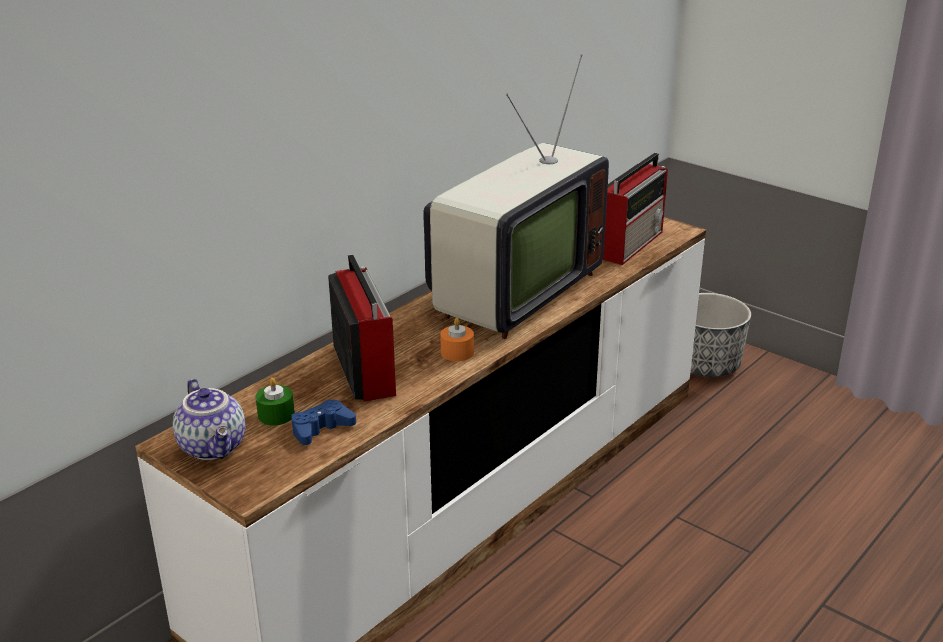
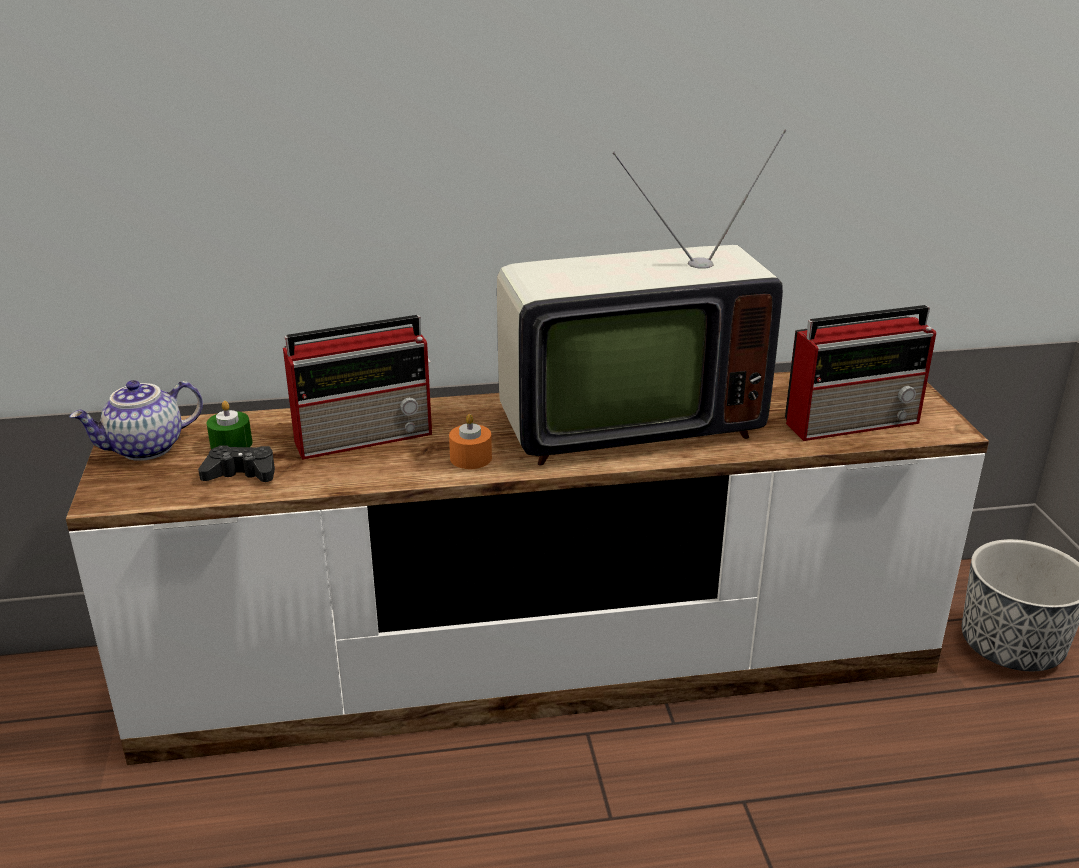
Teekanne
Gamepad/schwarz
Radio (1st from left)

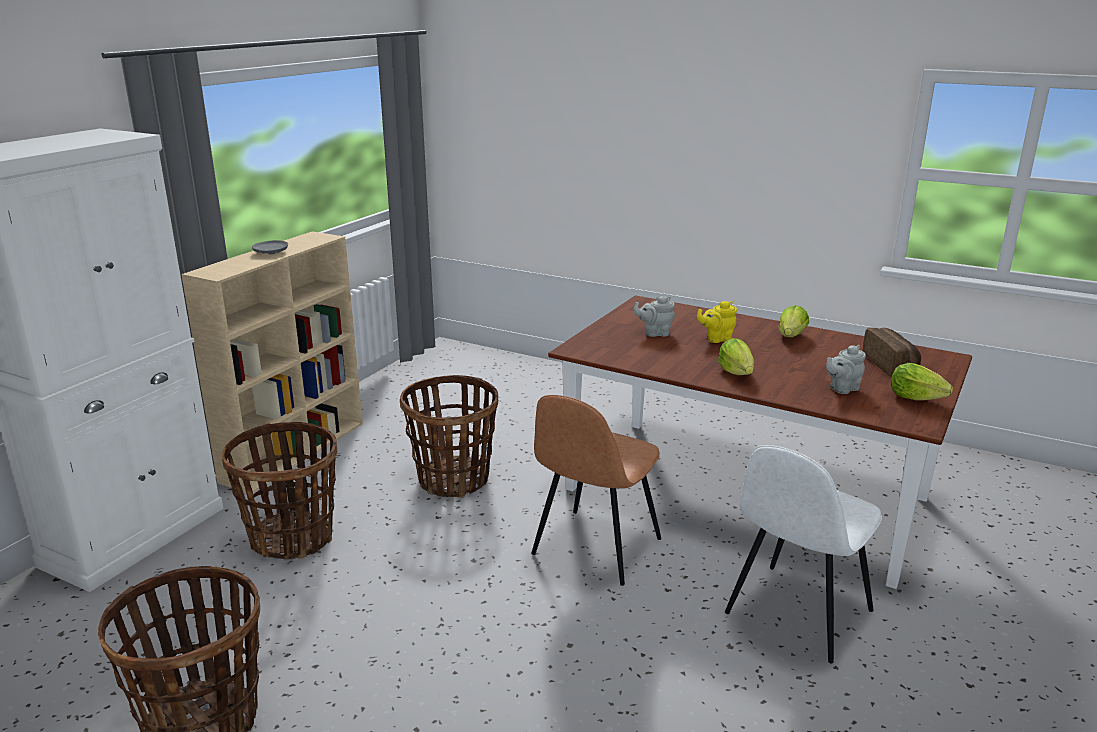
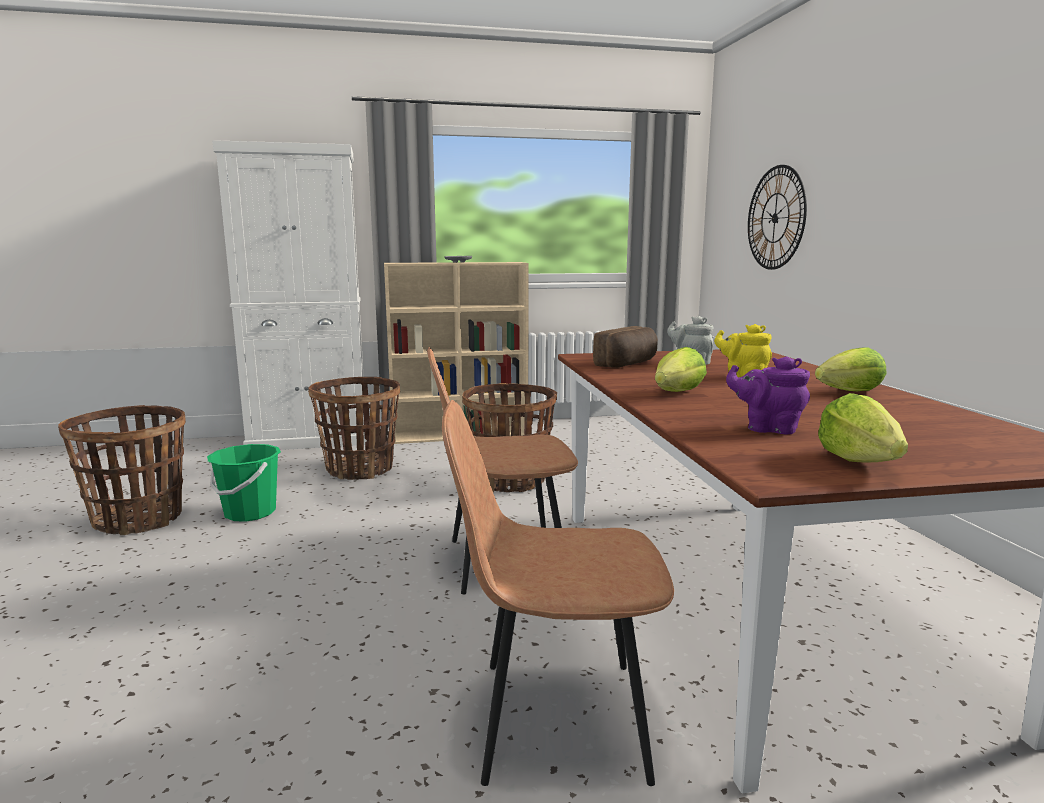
Eimer/grün
Stuhl/braun (2nd from left)
Brot
Teekanne/lila
Wanduhr

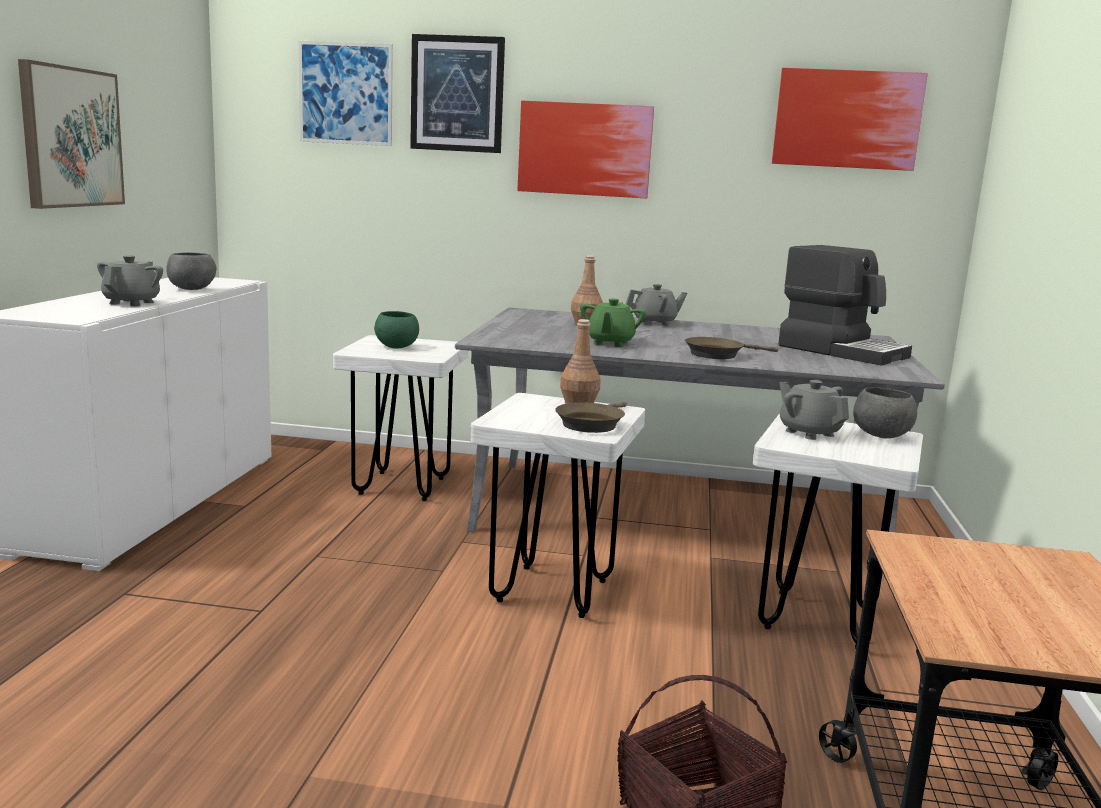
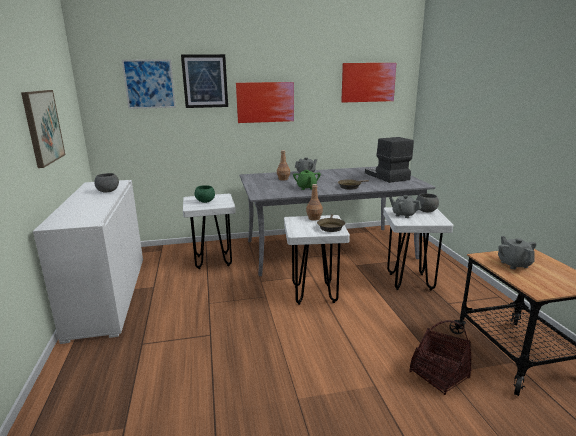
Kaffeemaschine
Teekanne/grau (3rd from left)

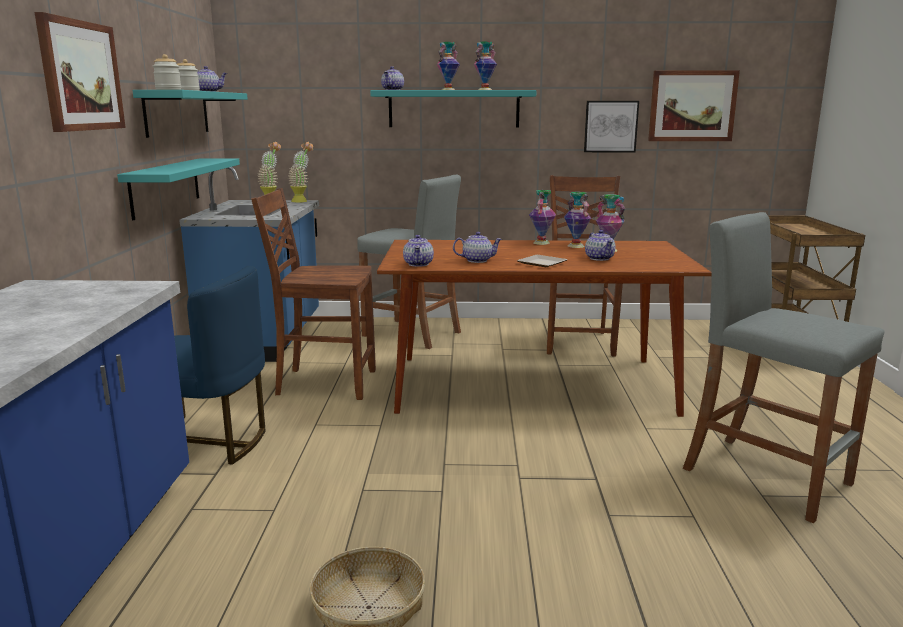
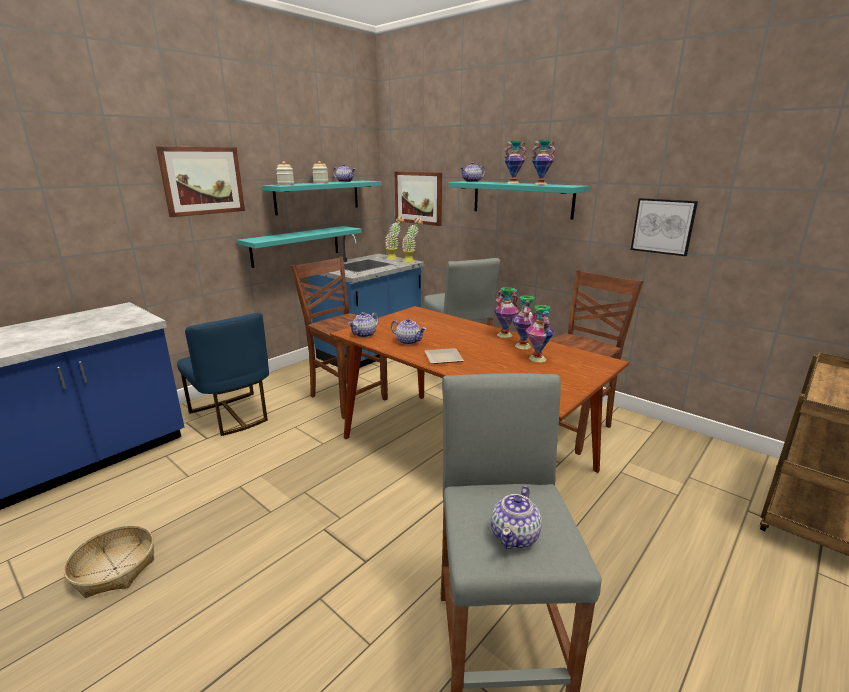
Bild (2nd from left)
Teekanne (5th from left)

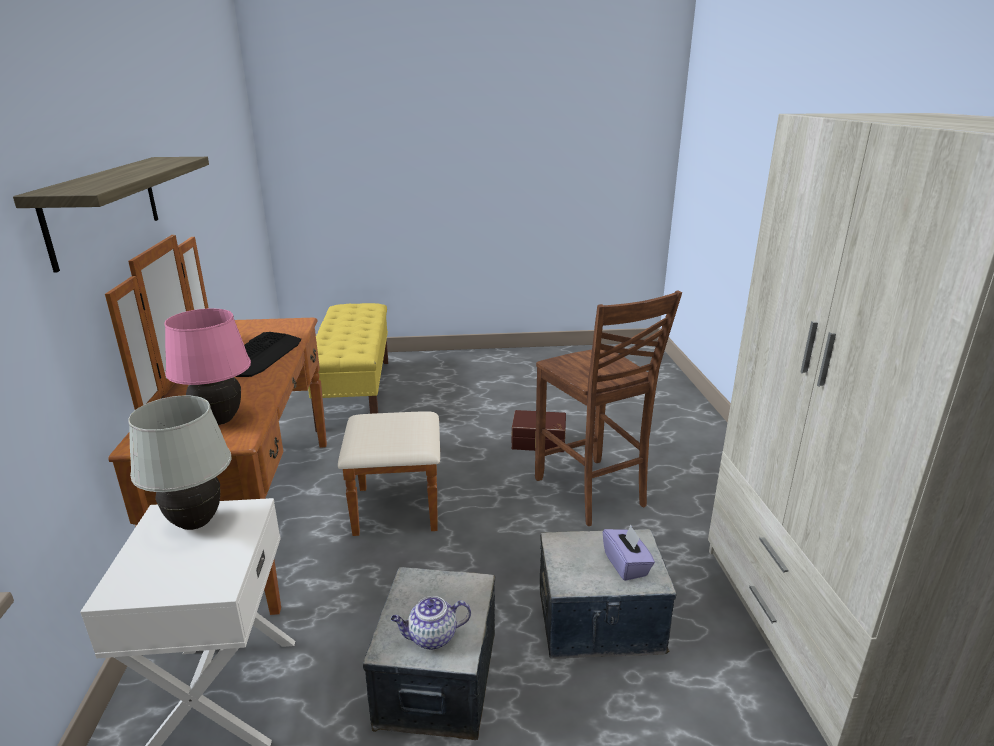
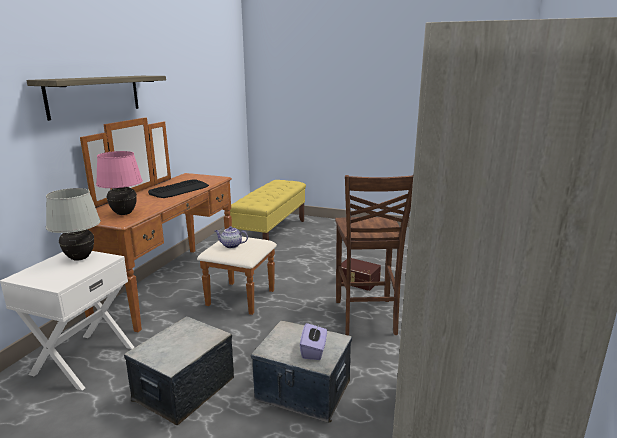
Teekanne

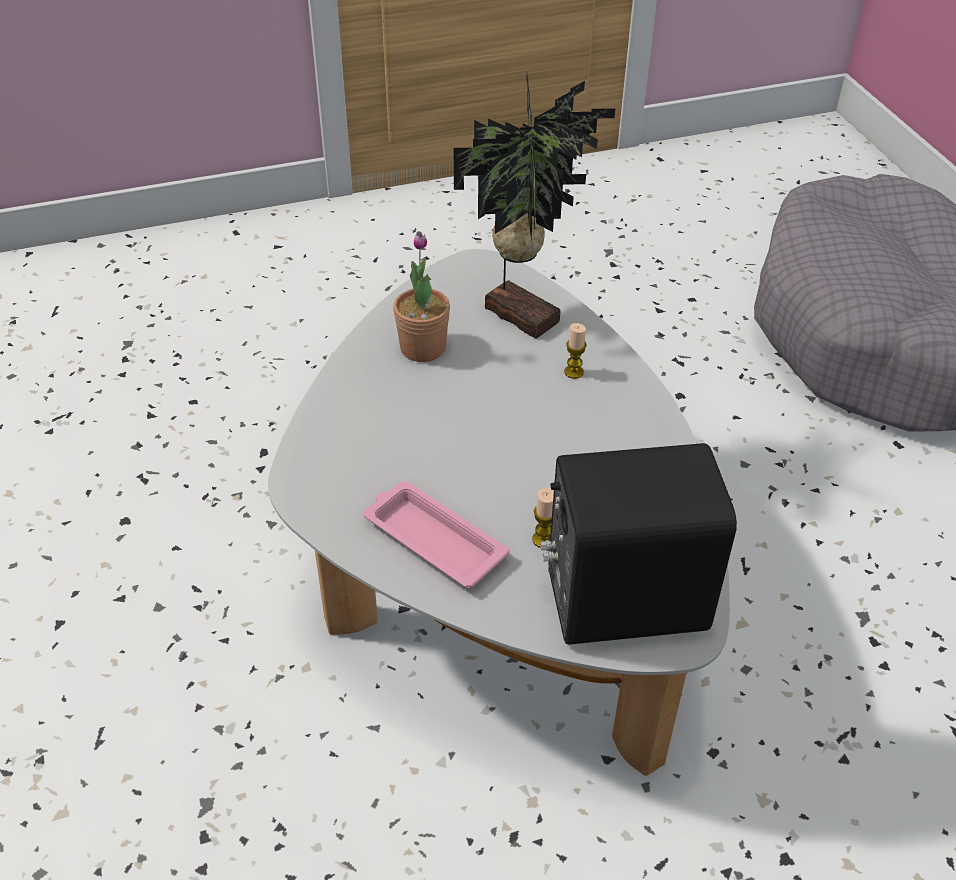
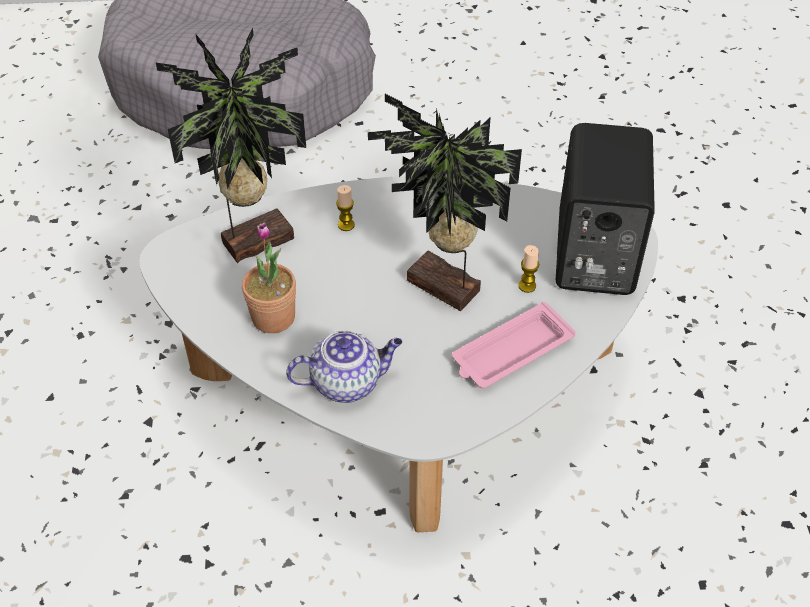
Teekanne
Topfpflanze (3rd from left)

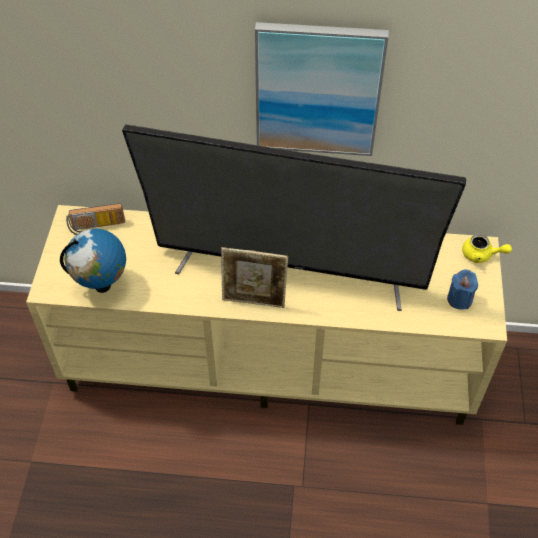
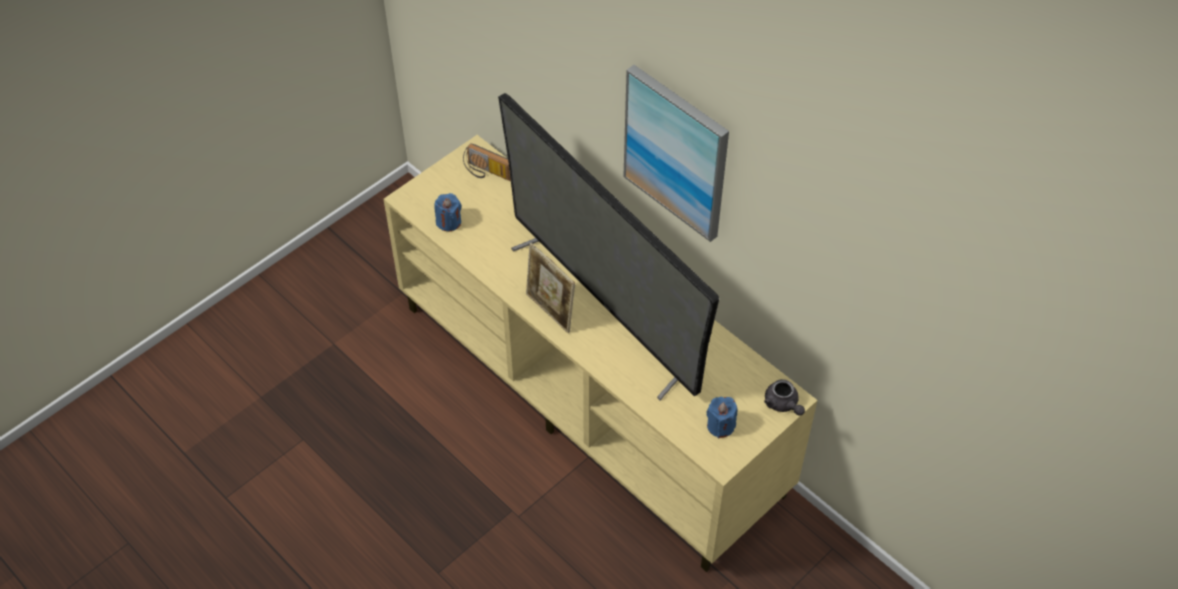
Kerze/blau (1st from left)
Teekanne/grau

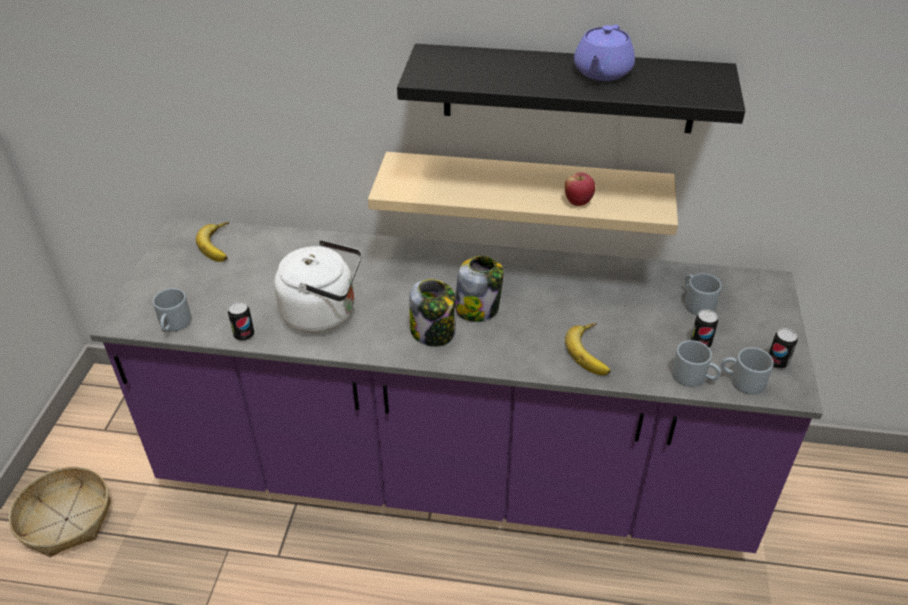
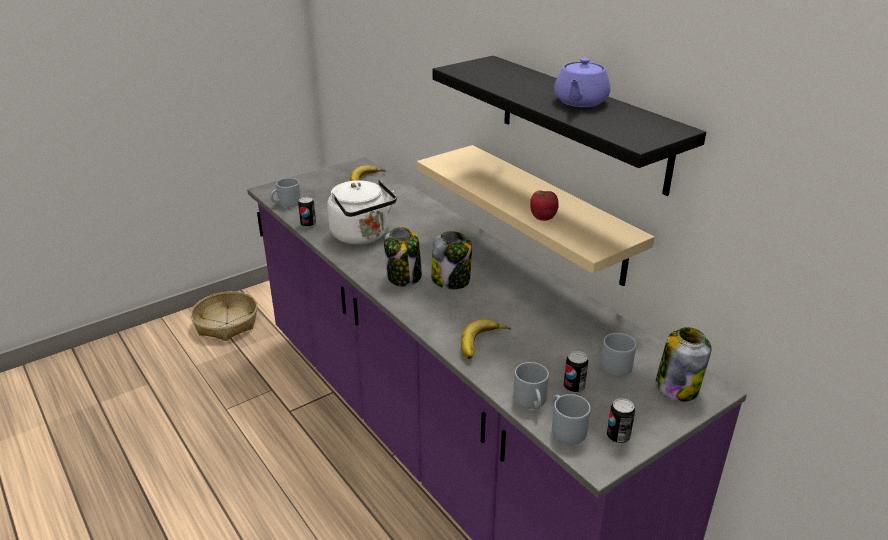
Teekanne/lila
Vorratsglas (3rd from left)

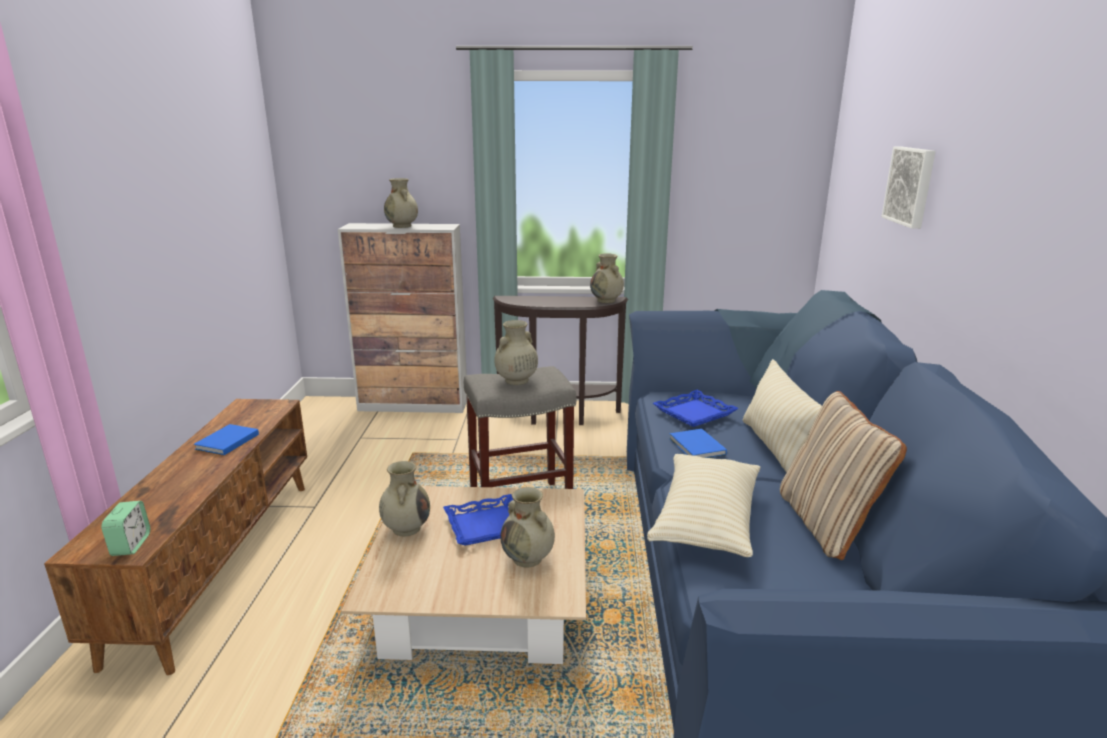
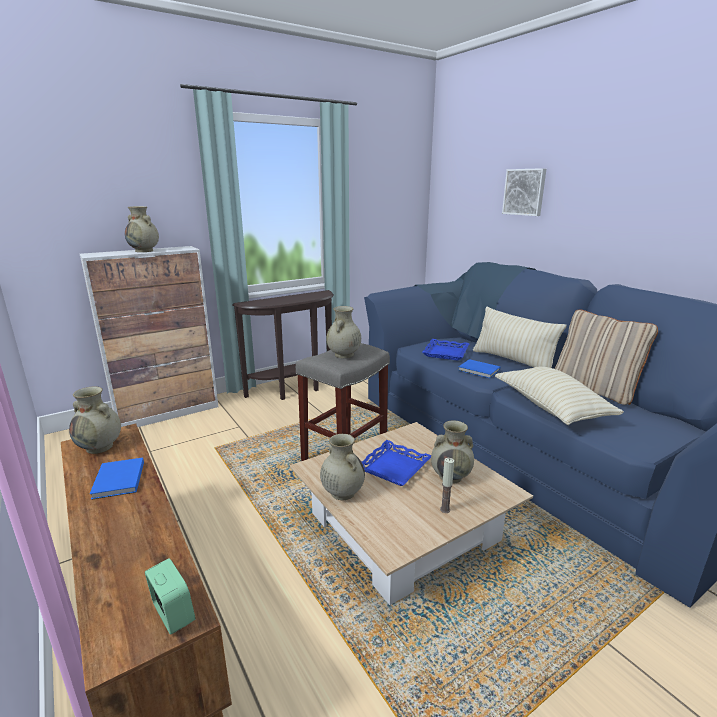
Vase/beige (1st from left)
Kerze

